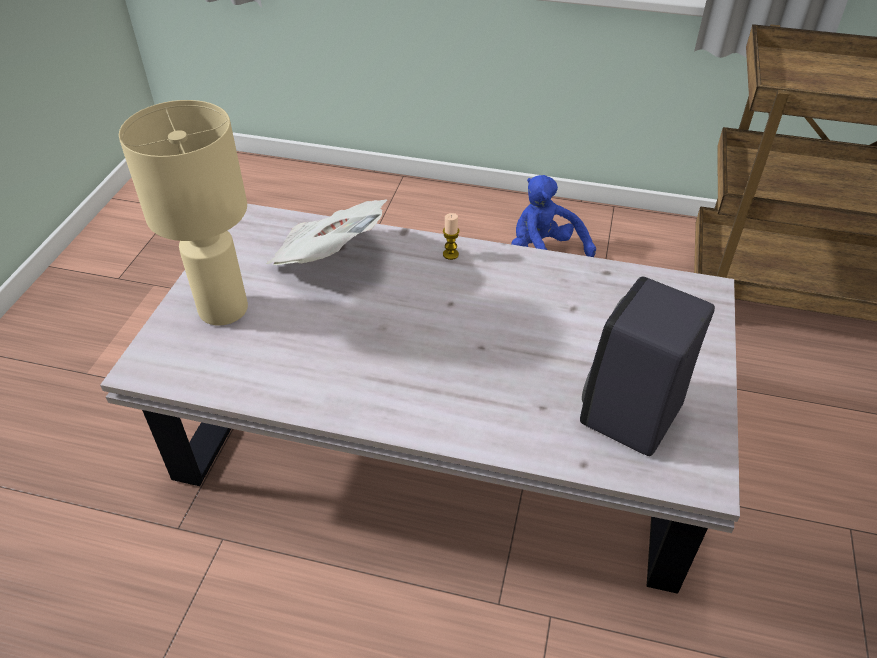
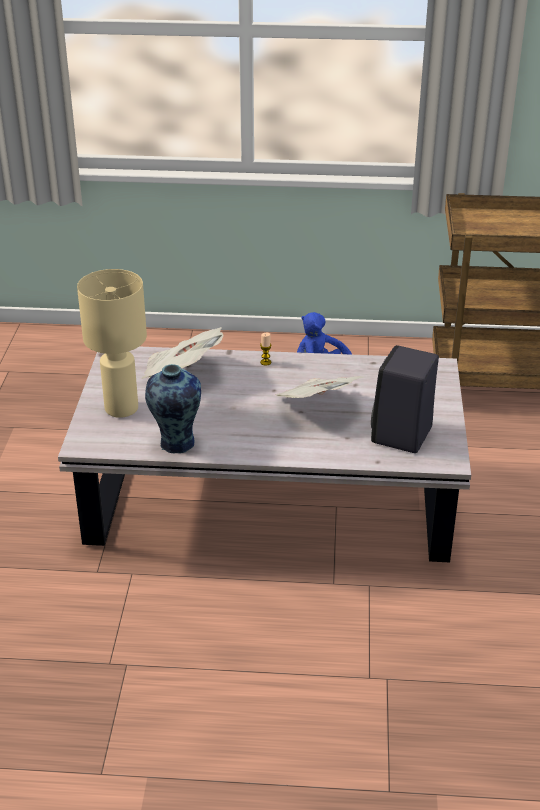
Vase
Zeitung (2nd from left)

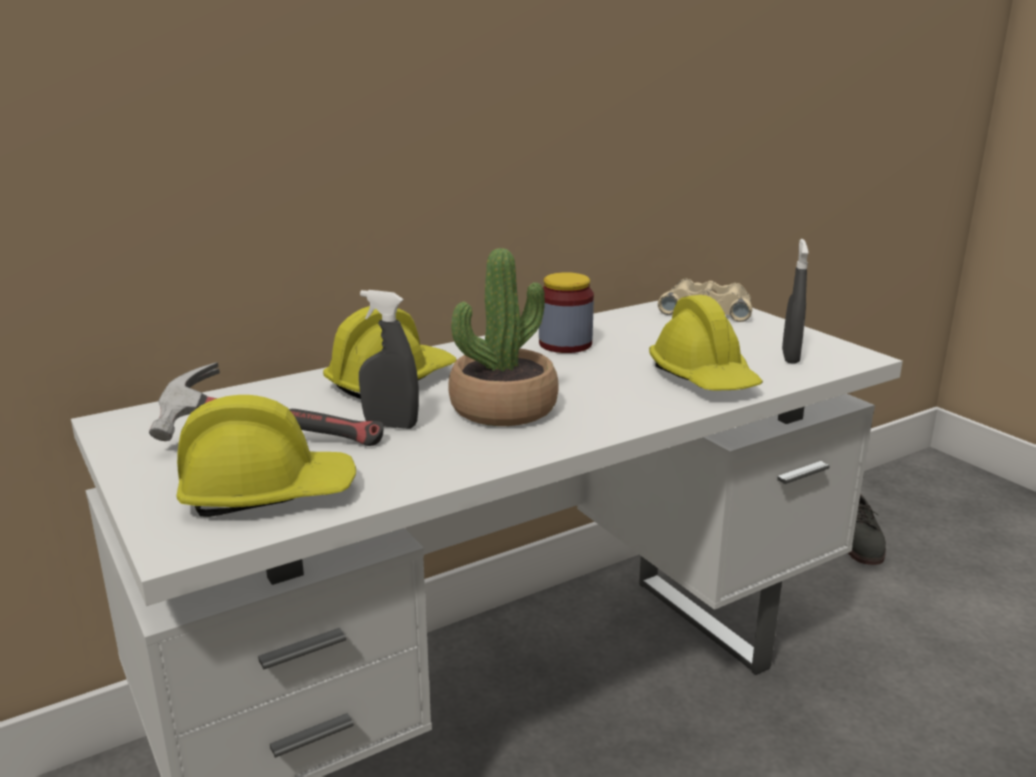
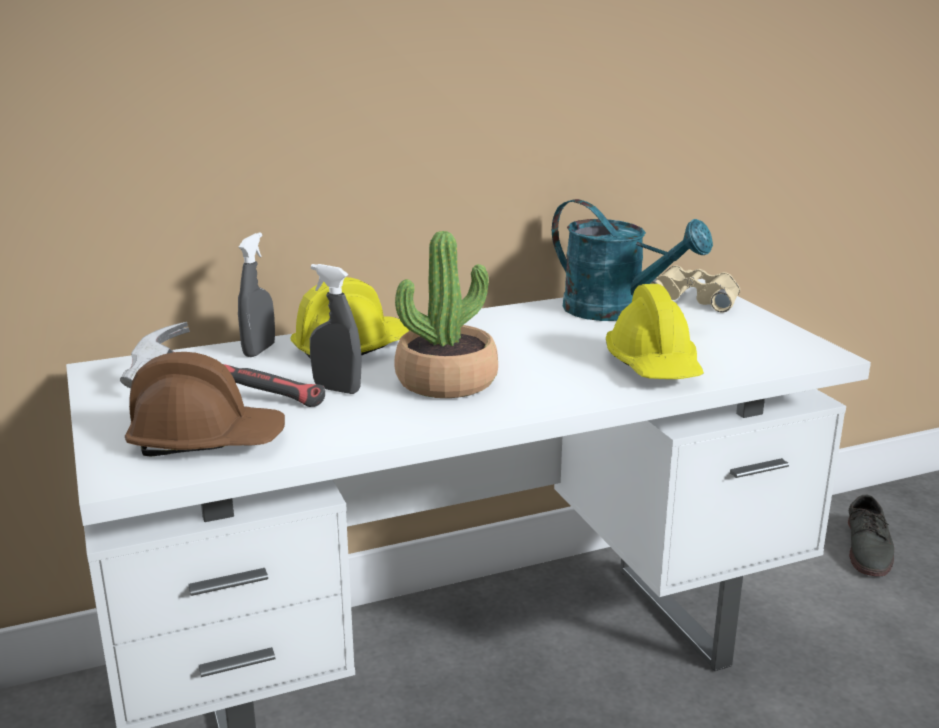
Schutzhelm/braun
Sprühflasche/grau (1st from left)
Gießkanne/türkis
Vorratsglas

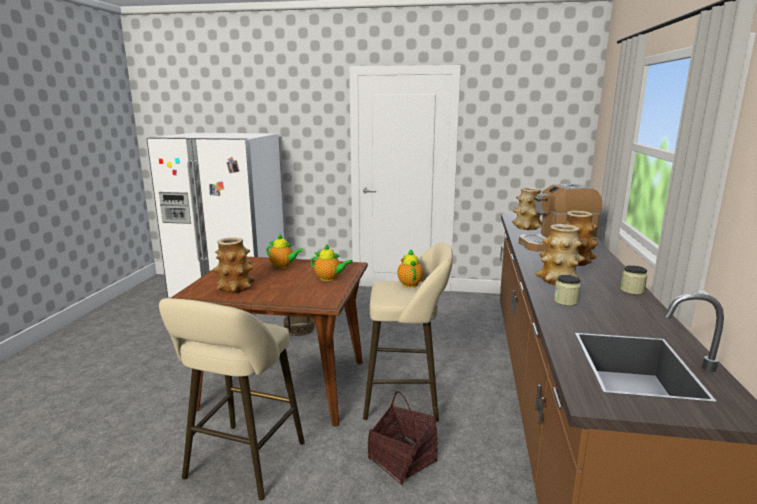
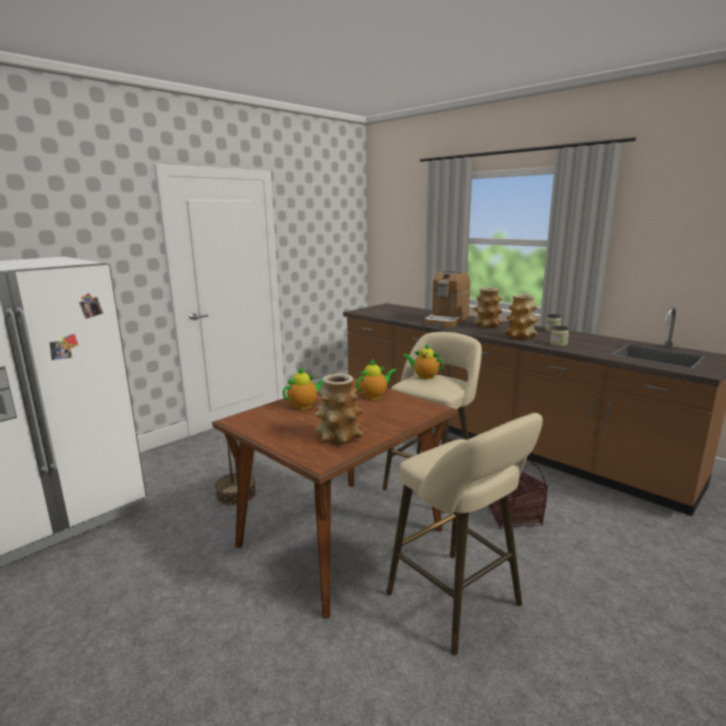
Vase (2nd from left in the first image)

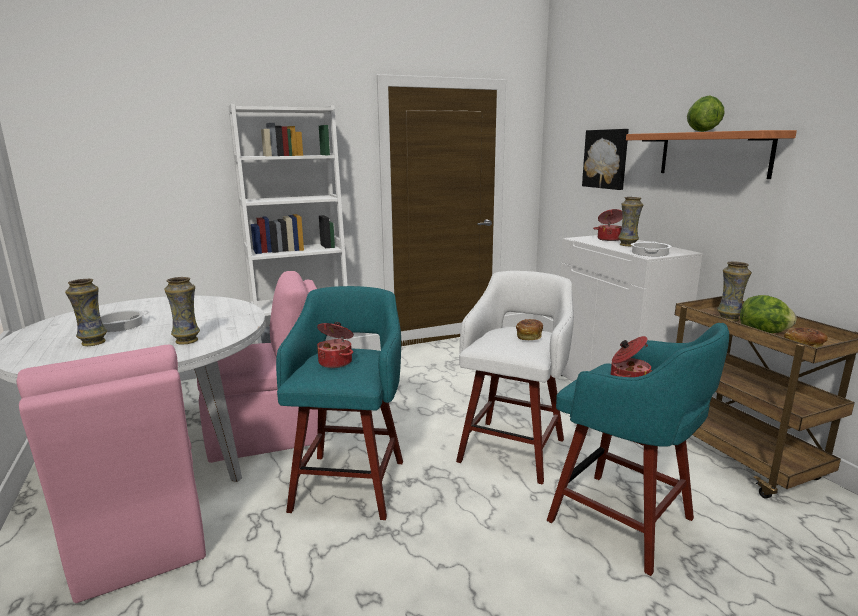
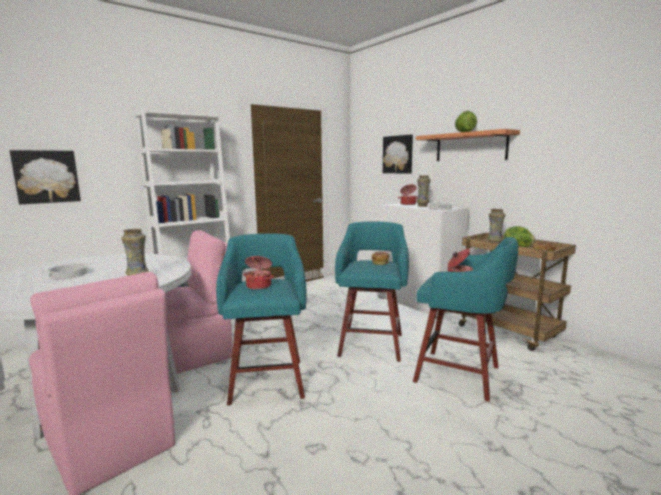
Bild (1st from left)
Hocker/türkis (2nd from left)
Vase (1st from left in the first image)

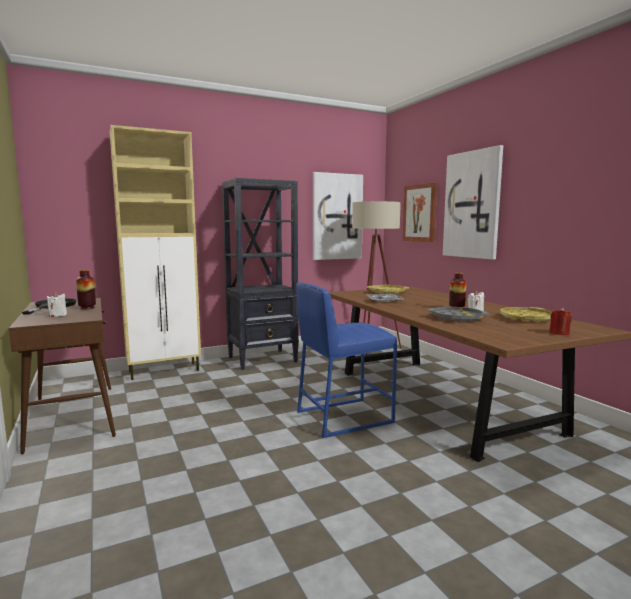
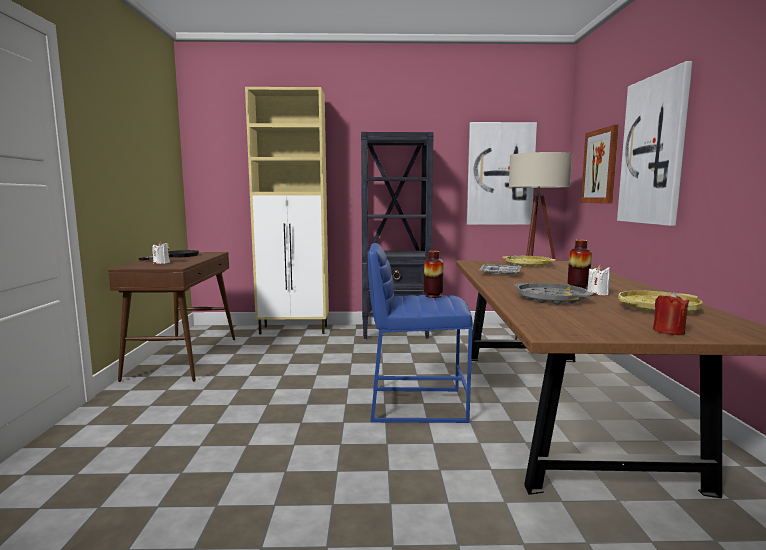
Vase (1st from left)

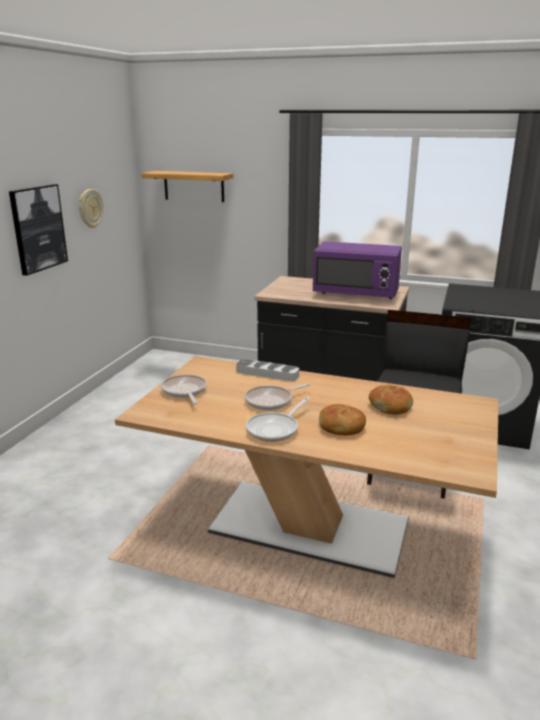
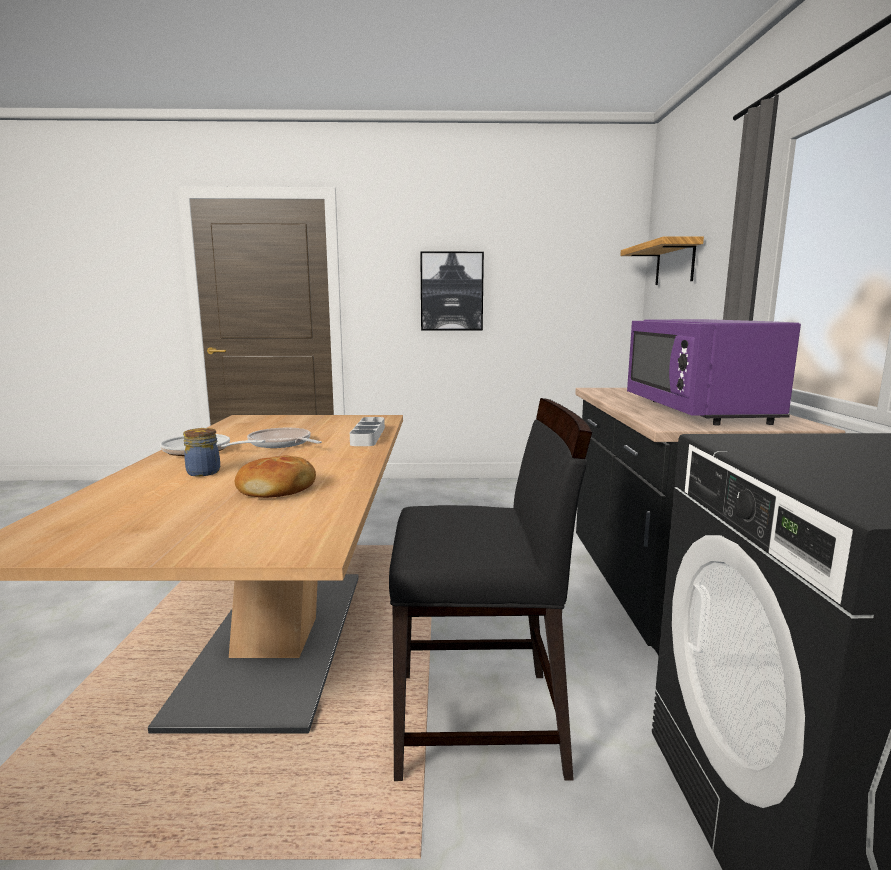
Vorratsglas
Wanduhr
Pfanne (1st from left in the first image)

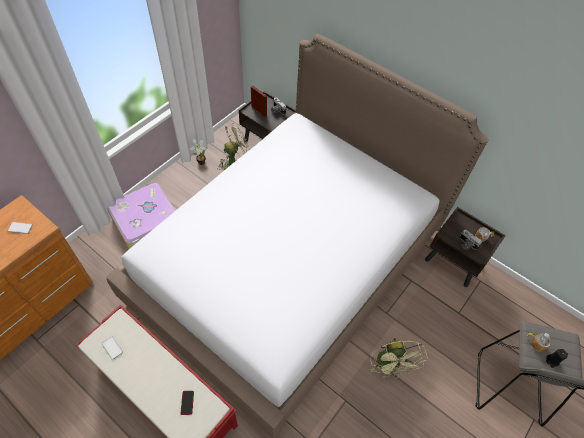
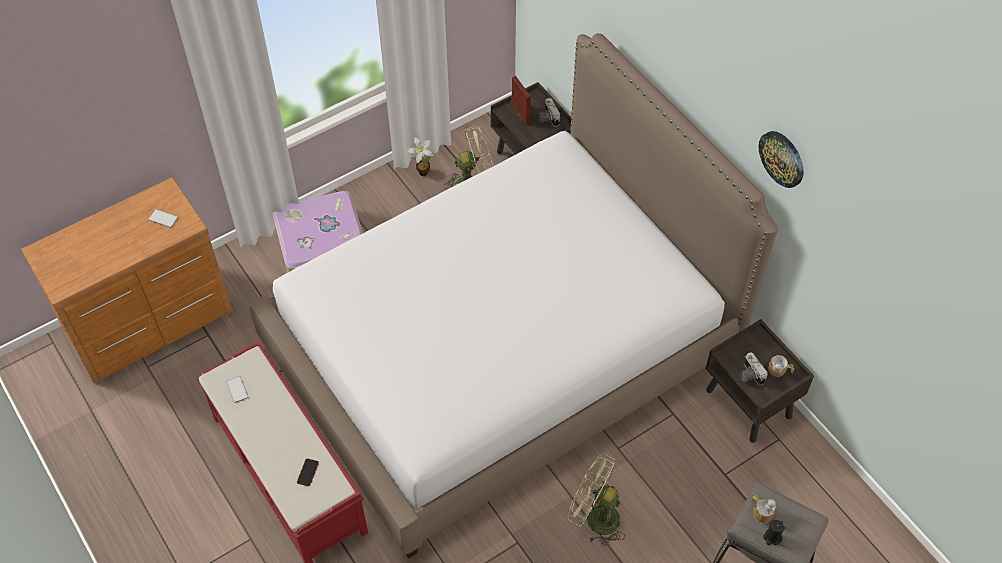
Ventilator/grün (2nd from left)
Wanduhr

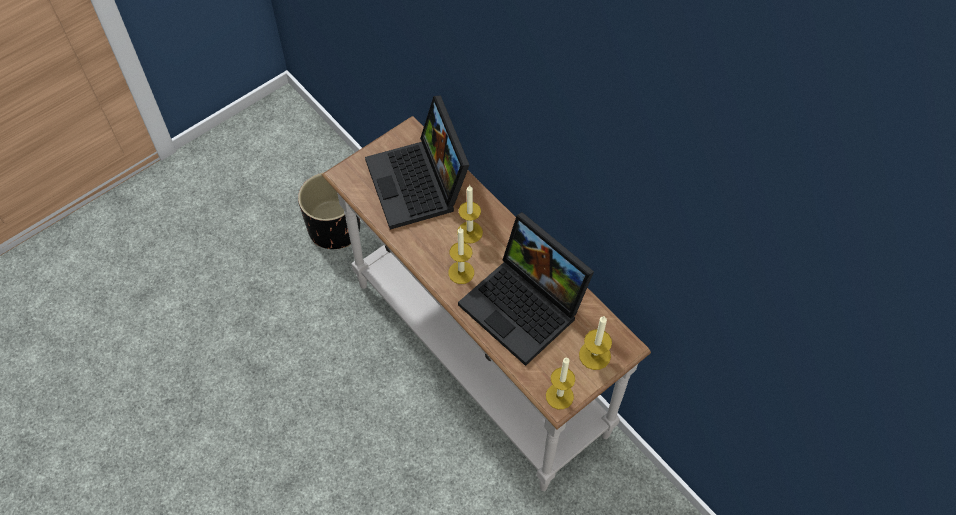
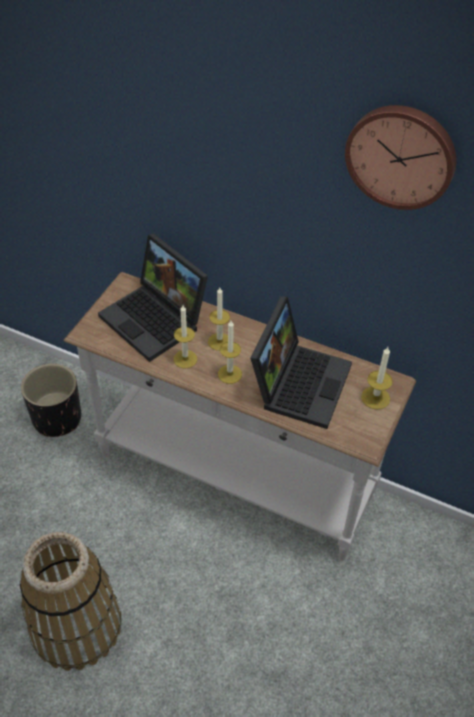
Korb
Kerze (1st from left)
Laptop (2nd from left)
Wanduhr

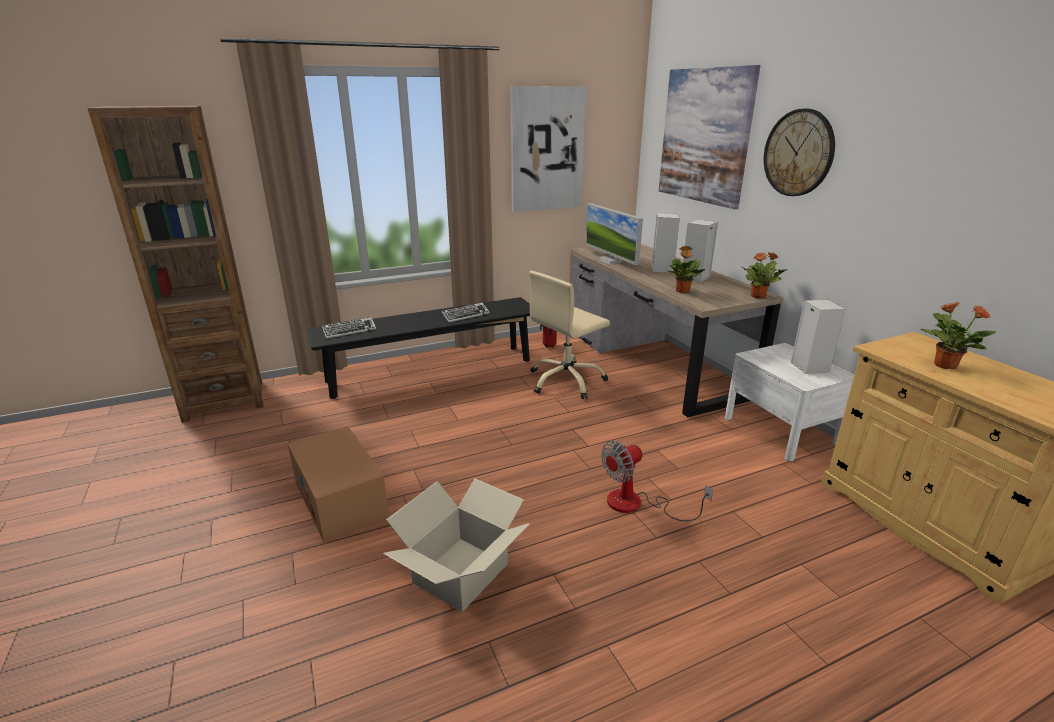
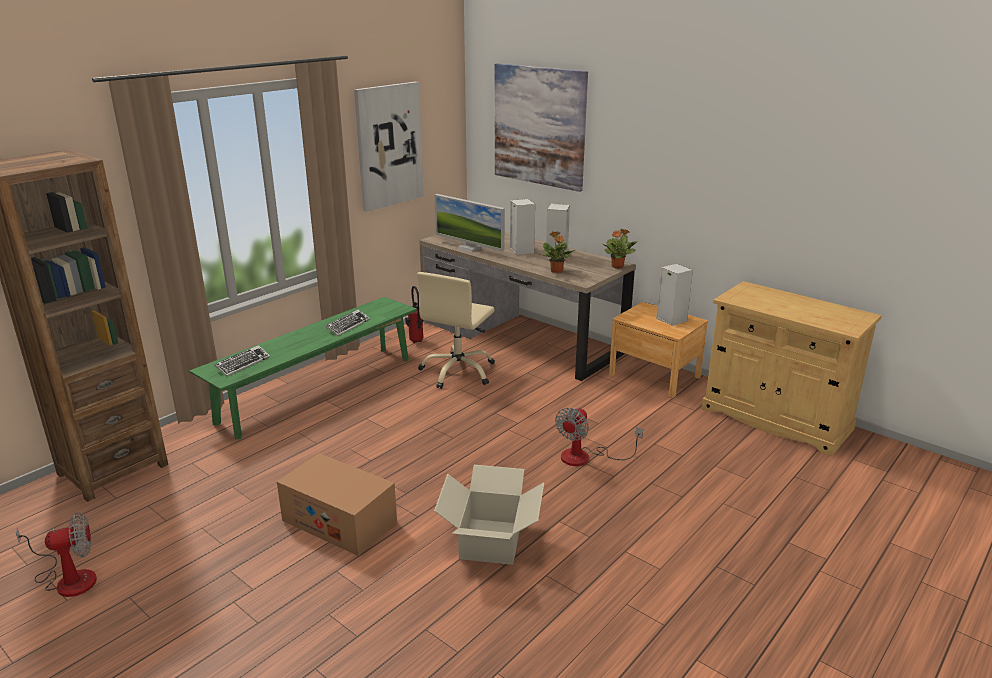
Ventilator (1st from left)
Bank/grün
Nachttisch/braun
Wanduhr
Topfpflanze (3rd from left in the first image)

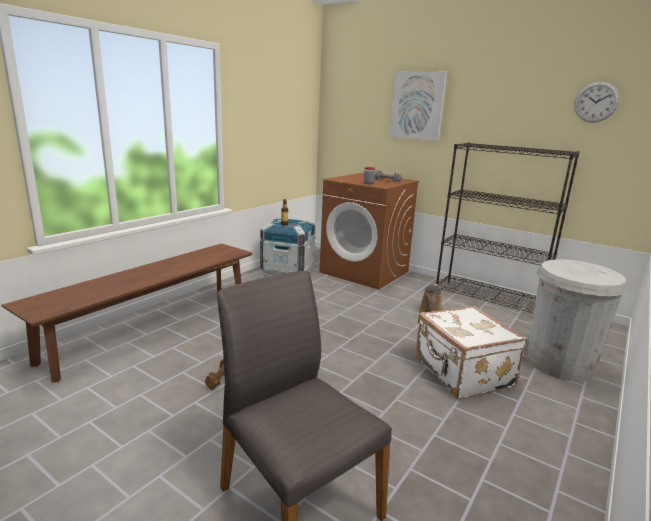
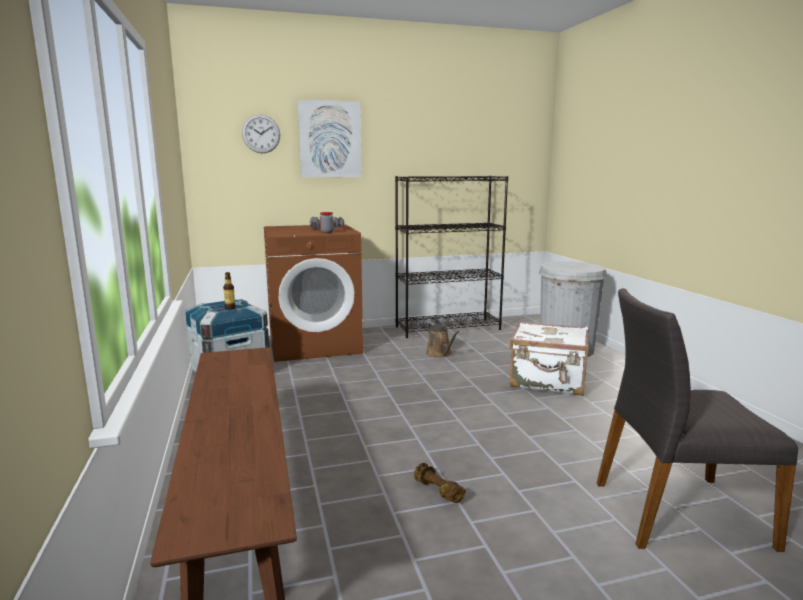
Wanduhr

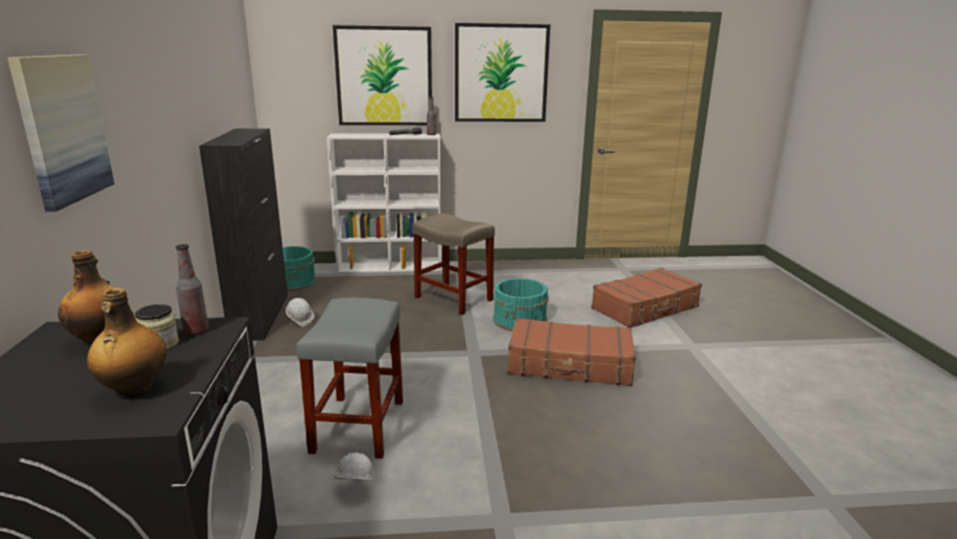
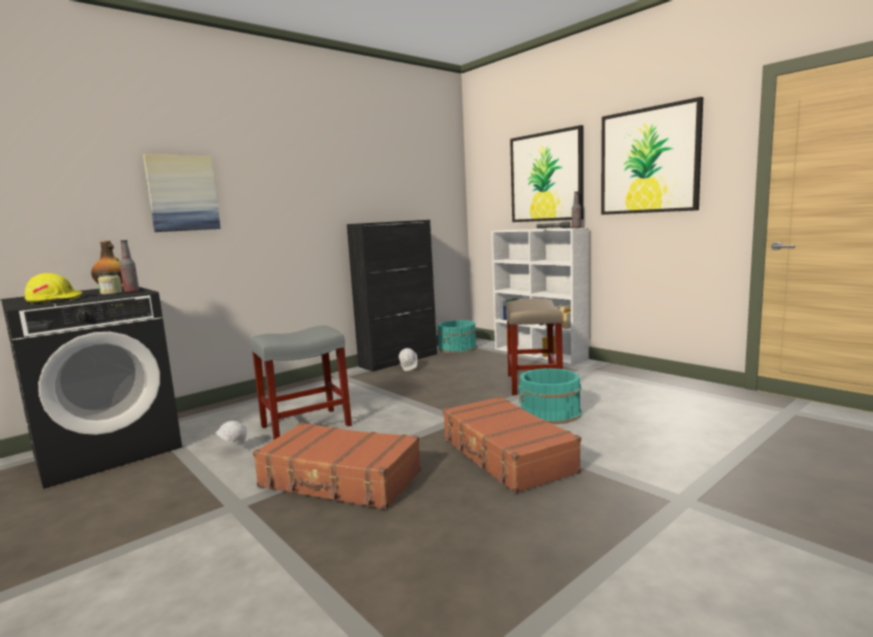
Schutzhelm/gelb
Koffer/braun (1st from left)

